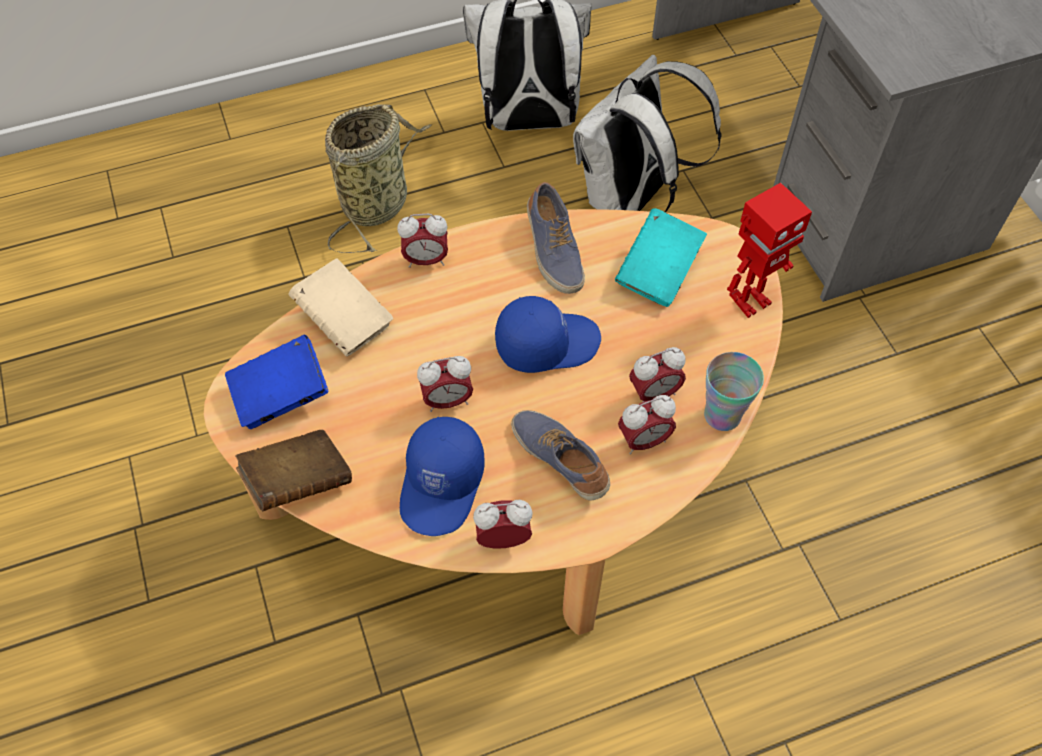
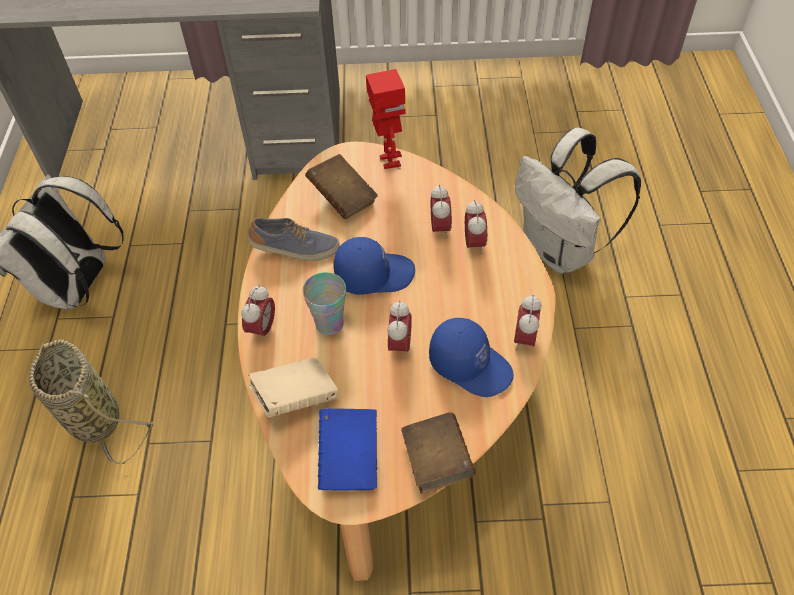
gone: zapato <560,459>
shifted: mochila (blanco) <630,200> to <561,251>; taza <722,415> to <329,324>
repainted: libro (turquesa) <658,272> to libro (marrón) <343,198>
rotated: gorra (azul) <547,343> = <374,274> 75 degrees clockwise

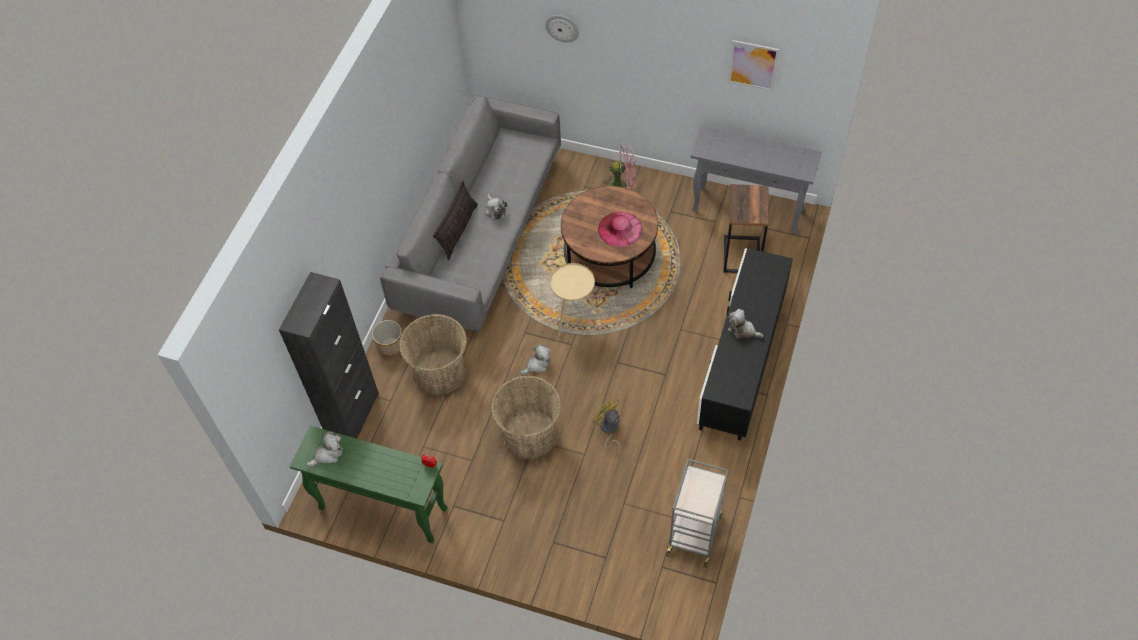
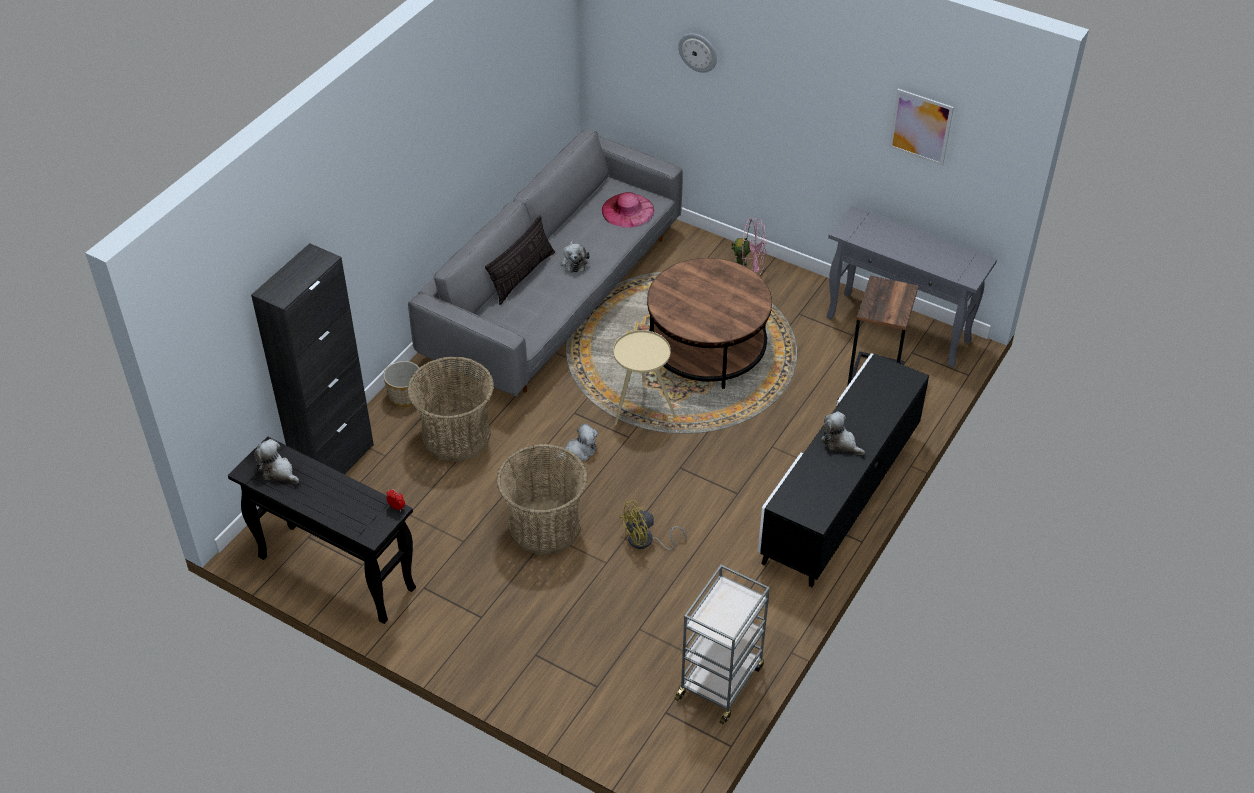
shifted: sombrero (rosa) <620,229> to <627,210>
repainted: mesa consola (verde) <382,509> to mesa consola (negro) <335,573>
rotated: ventilador (amarillo) <609,430> = <646,541> 90 degrees counterclockwise; peluche <328,454> = <278,471> 120 degrees counterclockwise

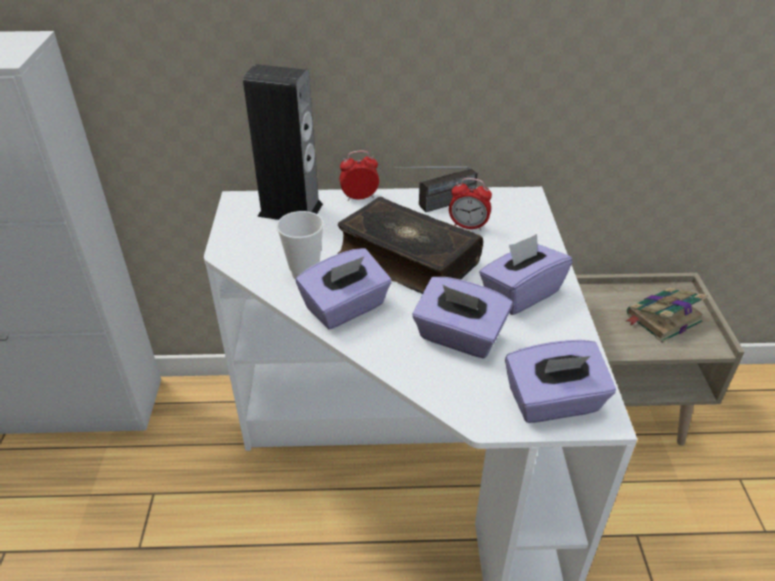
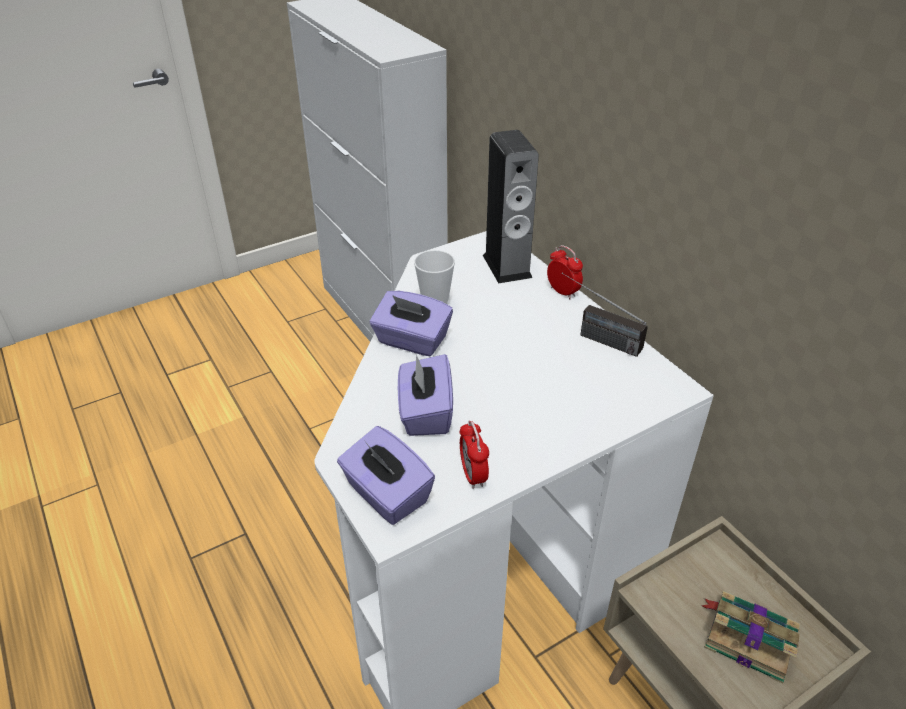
gone: libro <407,260>; caja de pañuelos (morado) <520,293>
shifted: despertador <468,226> to <473,475>

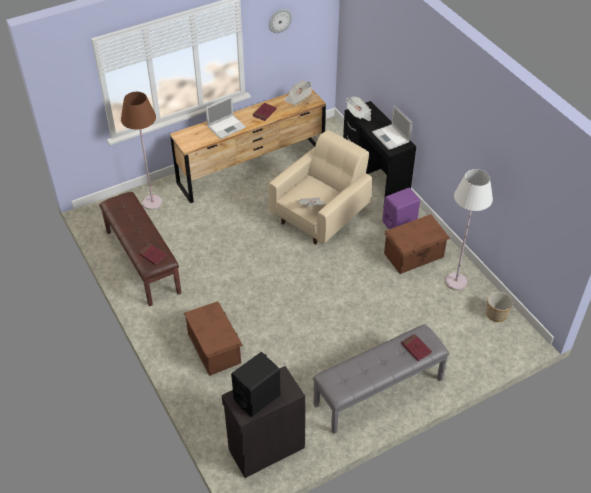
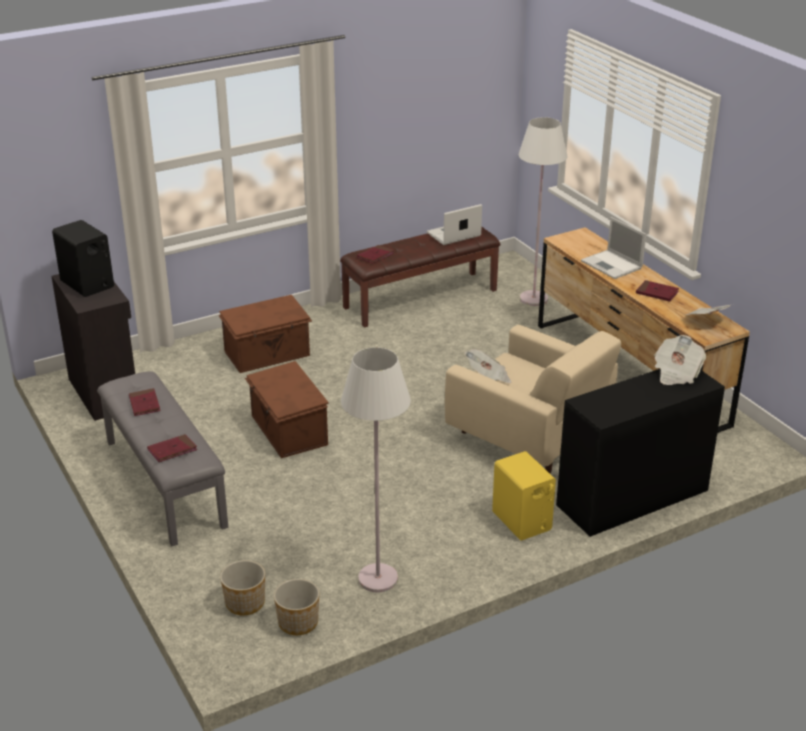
gone: reloj de pared <280,20>
new: libro (rojo) <144,404>; maceta <244,603>
shifted: portátil <391,137> to <453,235>; caja de almacenaje (marrón) <414,255> to <288,431>
repainted: lámpara de pie (marrón) <152,202> to lámpara de pie (blanco) <533,299>; altavoz (morado) <399,223> to altavoz (amarillo) <522,521>

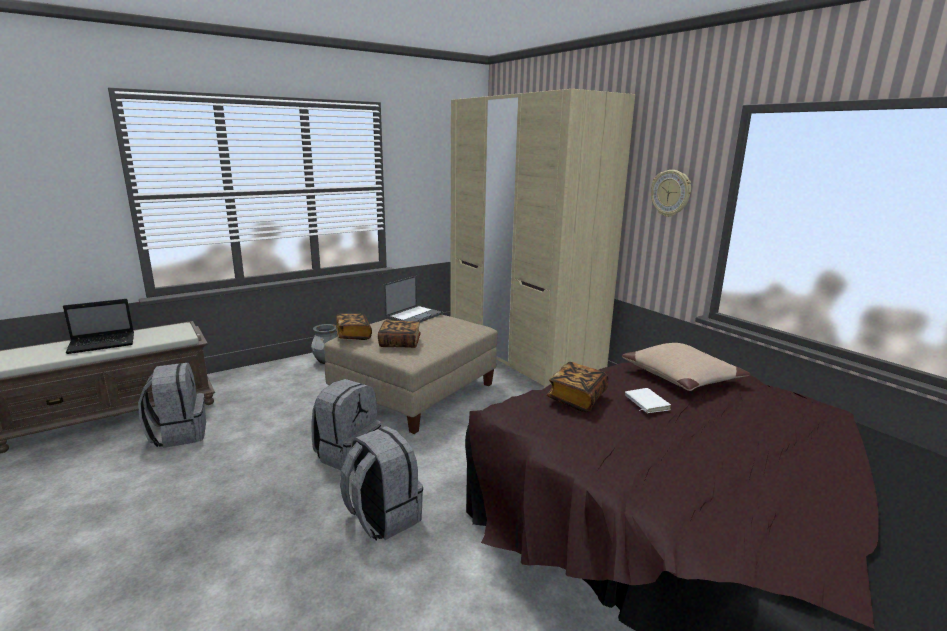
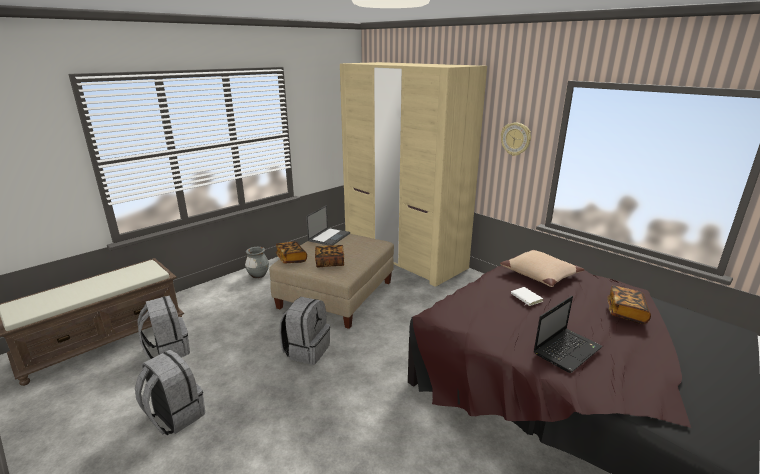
shifted: portátil <103,343> to <567,350>; libro <577,398> to <626,313>; mochila (gris) <382,517> to <174,416>

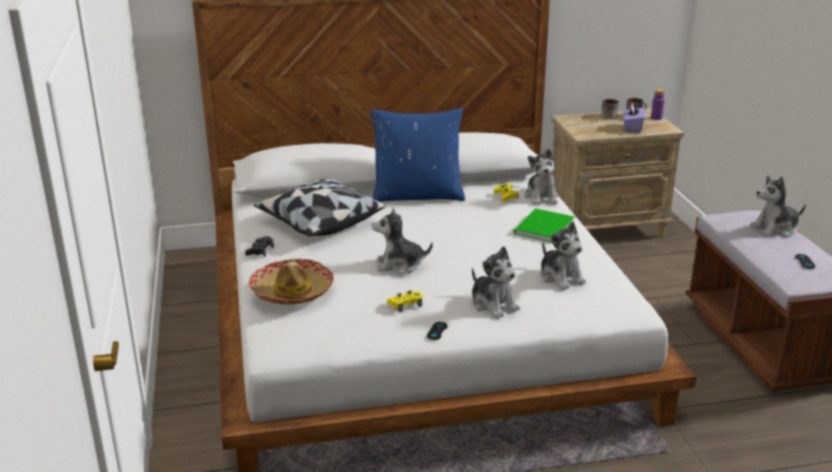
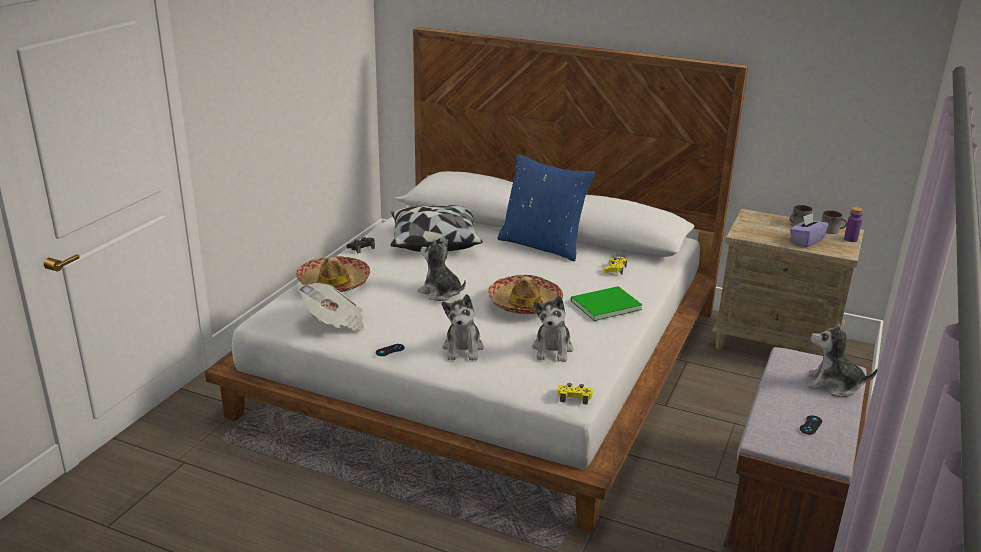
gone: peluche <541,197>
new: sombrero <525,303>; periódico <334,323>
shifted: mando de consola (amarillo) <405,304> to <574,397>

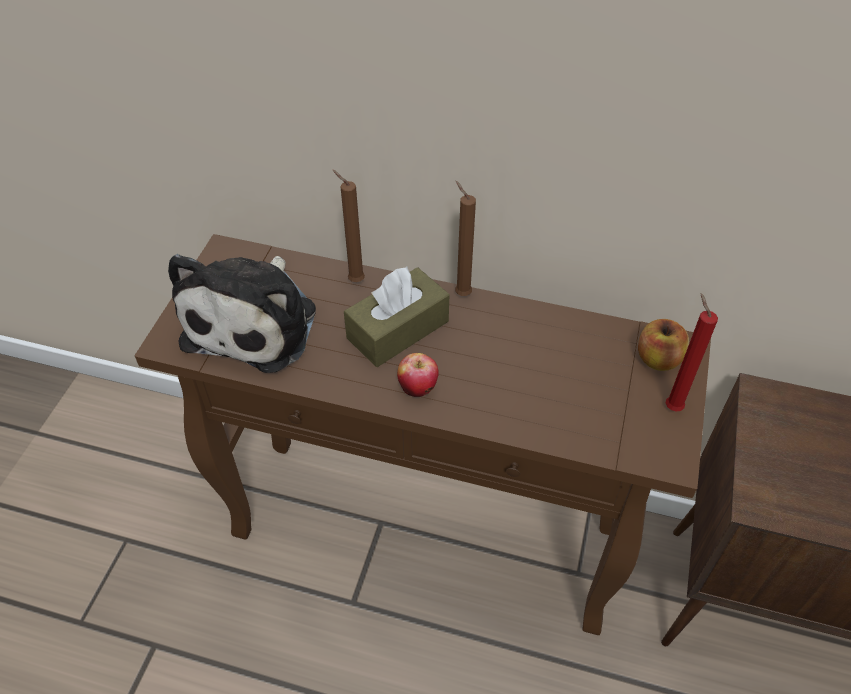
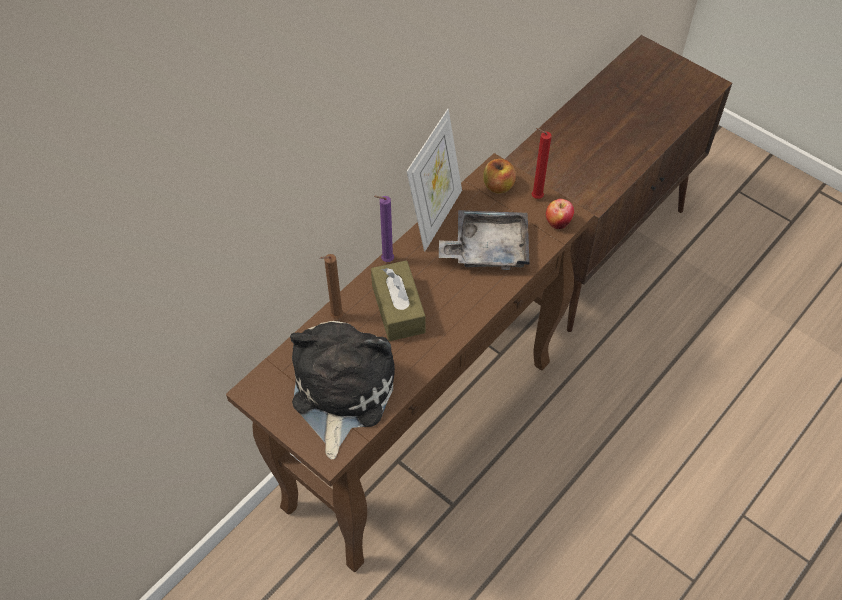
new: portarretratos <435,217>; bandeja (gris) <487,248>
shifted: manzana <418,388> to <558,222>
repainted: vela (marrón) <461,293> to vela (morado) <385,261>
rotated: peluche <255,321> = <340,392> 120 degrees counterclockwise

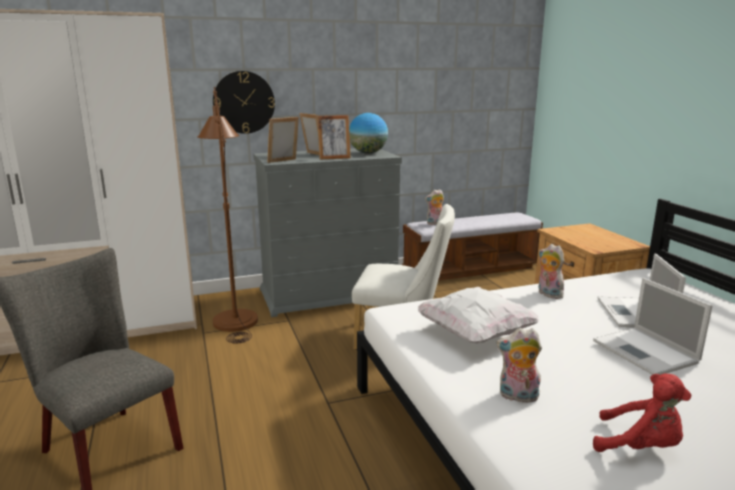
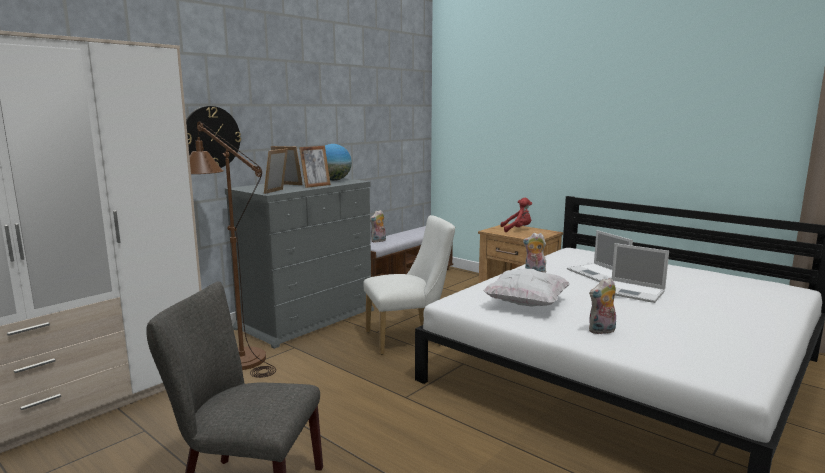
shifted: peluche (rojo) <640,446> to <517,230>

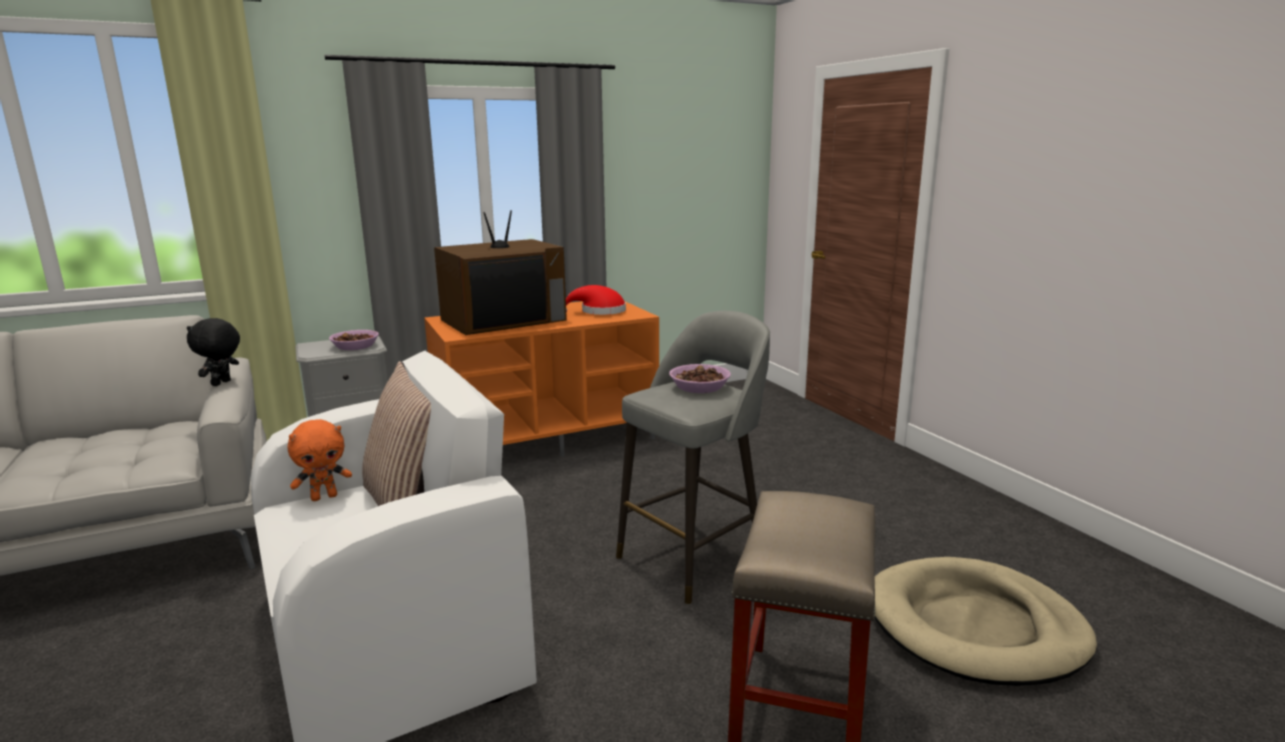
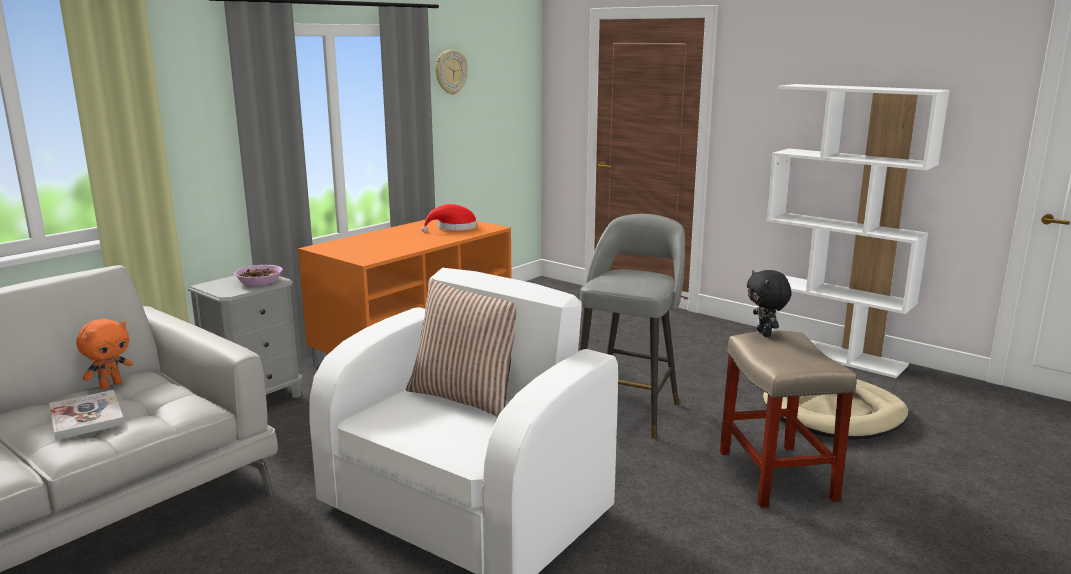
gone: televisor <505,320>; cuenco <699,387>
new: reloj de pared <450,72>; estantería (blanco) <830,353>; libro <86,417>
shifted: peluche (negro) <222,383> to <765,333>; peluche (naranja) <324,497> to <111,385>

